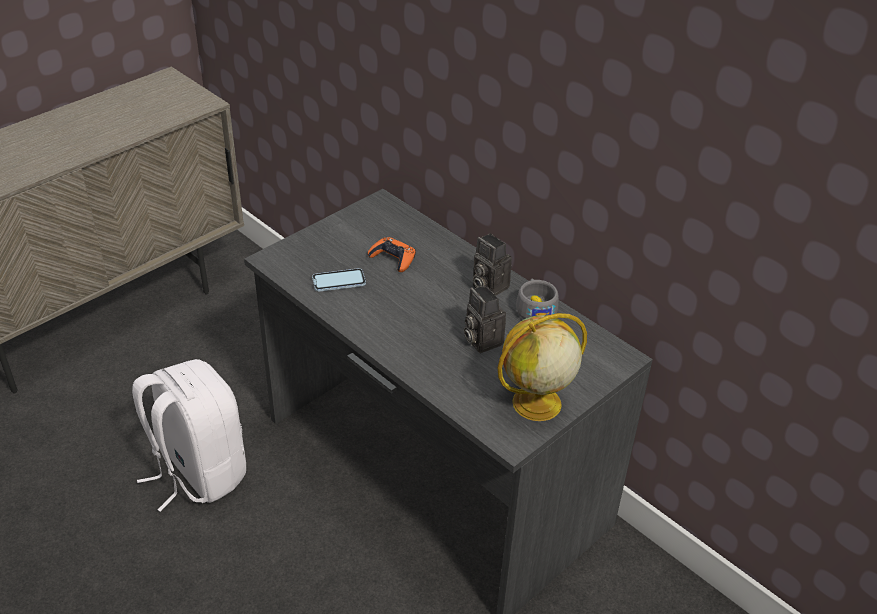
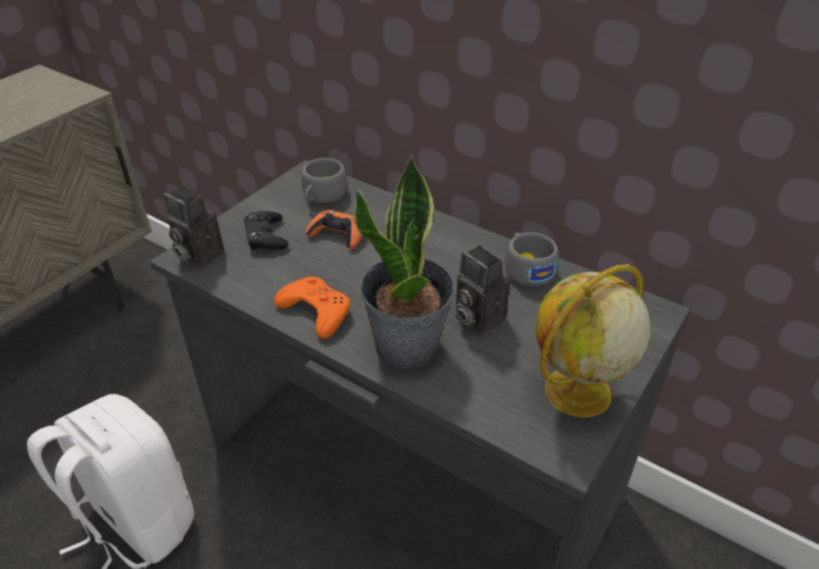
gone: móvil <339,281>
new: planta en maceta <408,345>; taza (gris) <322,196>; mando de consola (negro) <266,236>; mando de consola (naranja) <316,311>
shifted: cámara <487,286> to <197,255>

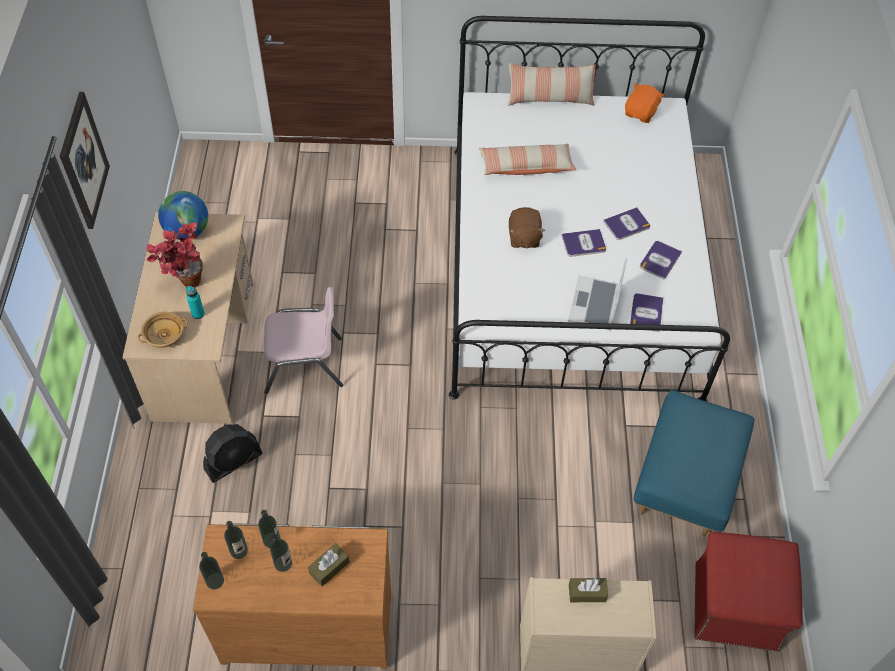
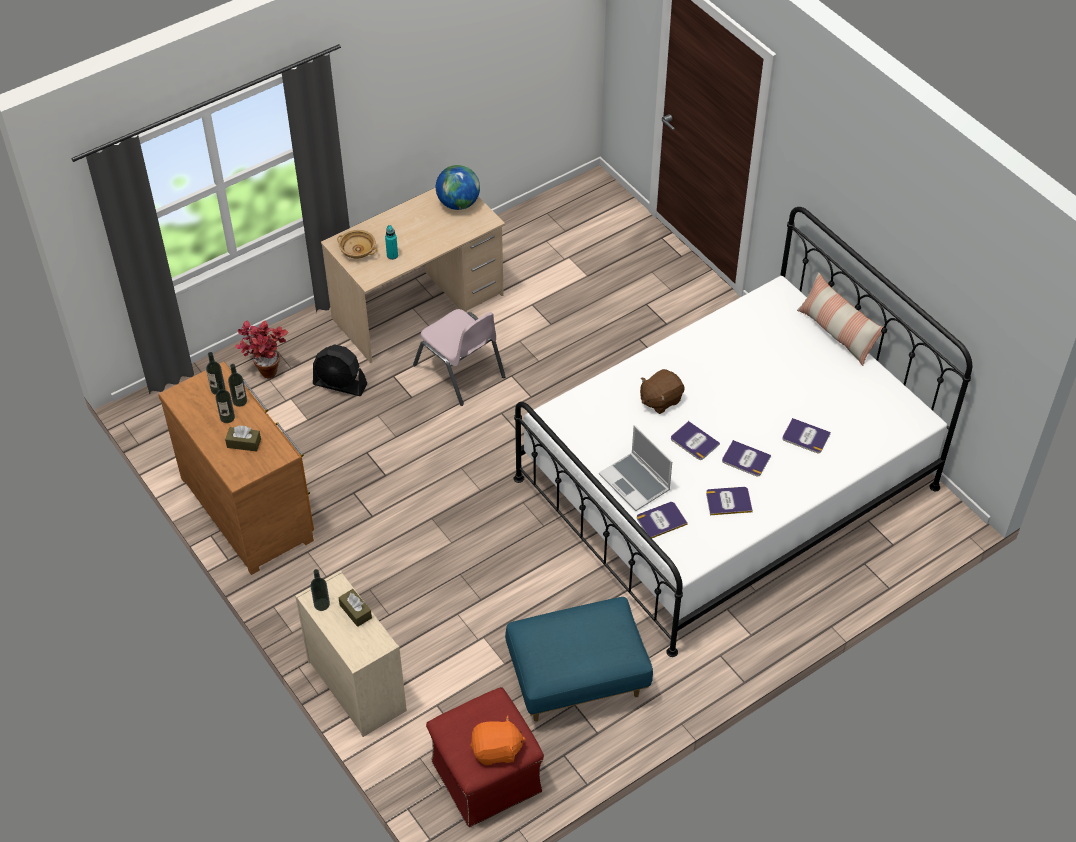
gone: cuadro <83,161>; cojín <526,166>
new: libro <805,436>
shifted: peluche (naranja) <641,113> to <496,750>; planta en maceta <184,282> to <265,369>; botella <215,581> to <321,604>
rotated: portátil <595,305> = <635,483> 105 degrees counterclockwise

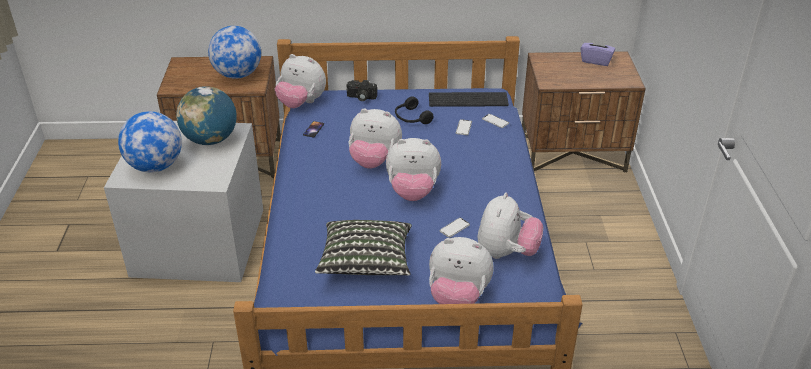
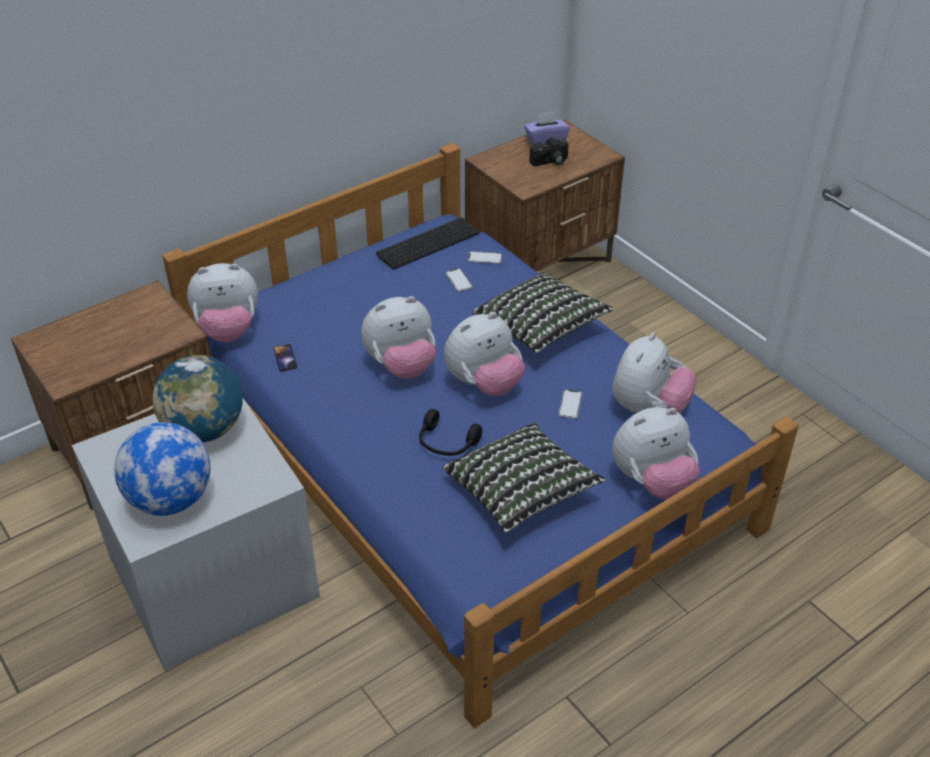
gone: globo terráqueo <237,75>
new: cojín <540,328>
shifted: cámara <361,97> to <550,162>; auriculares (negro) <411,118> to <446,443>
rotated: peluche <506,252> = <648,406> 45 degrees clockwise

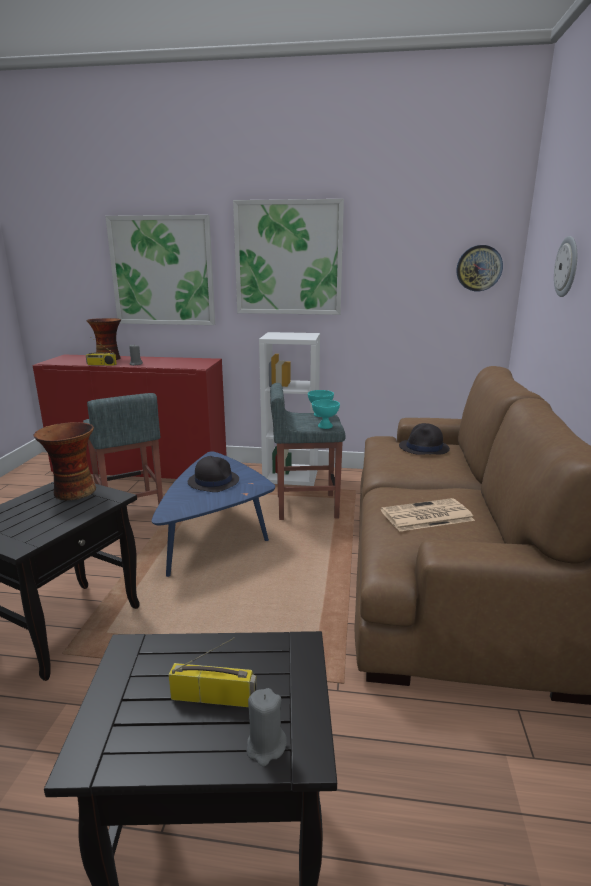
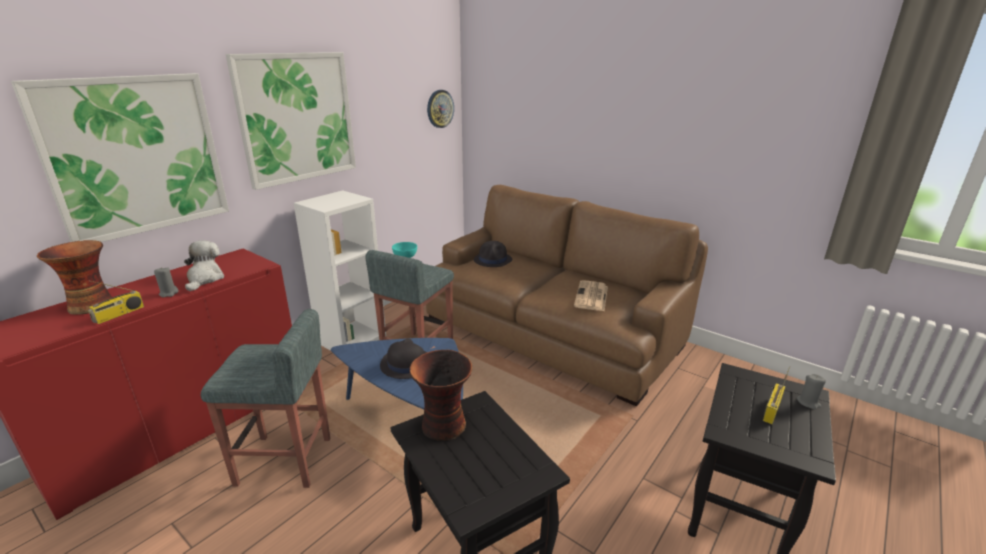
gone: reloj de pared <567,267>; cuenco (turquesa) <325,426>
new: peluche <205,279>

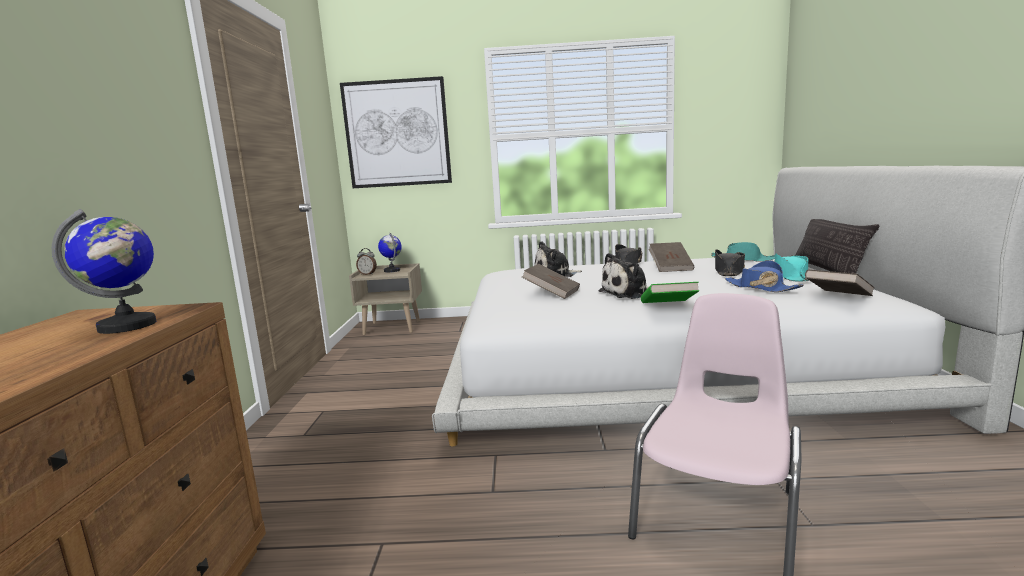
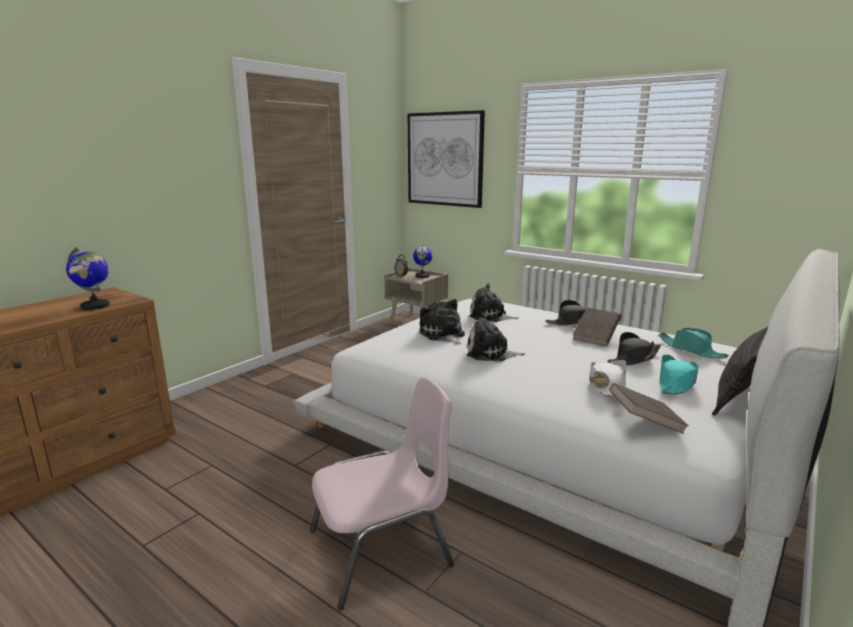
gone: libro (verde) <668,308>
swapped: libro (marrón) <552,293> to peluche <442,334>
repainted: sombrero (azul) <761,288> to sombrero (blanco) <606,386>

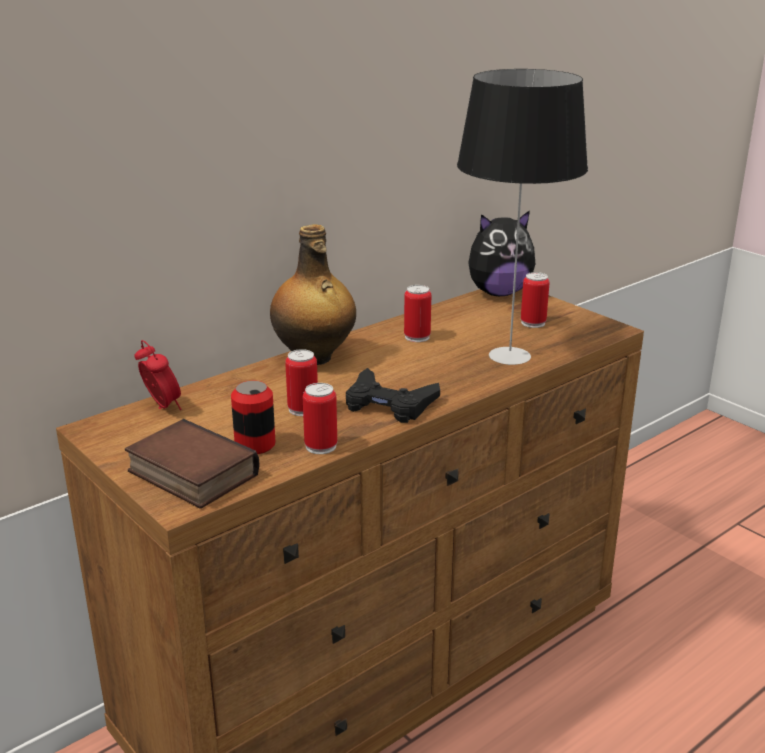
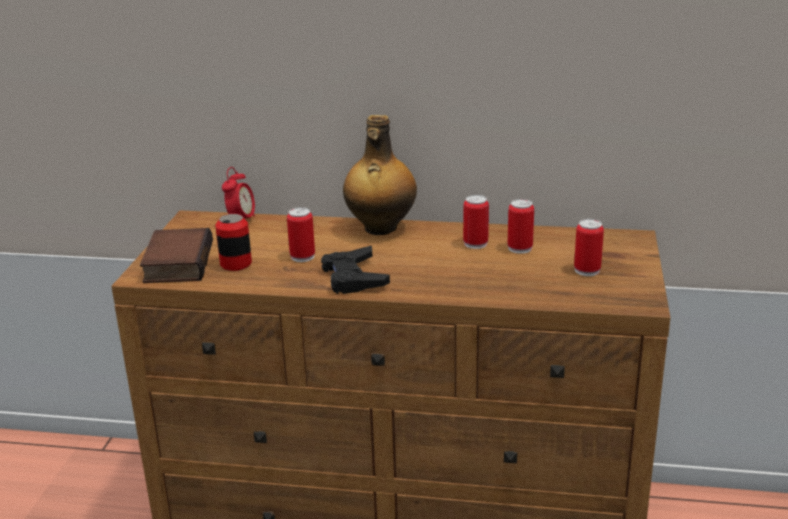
gone: lámpara de mesa <511,356>; peluche <498,293>
shifted: lata <321,446> to <520,248>

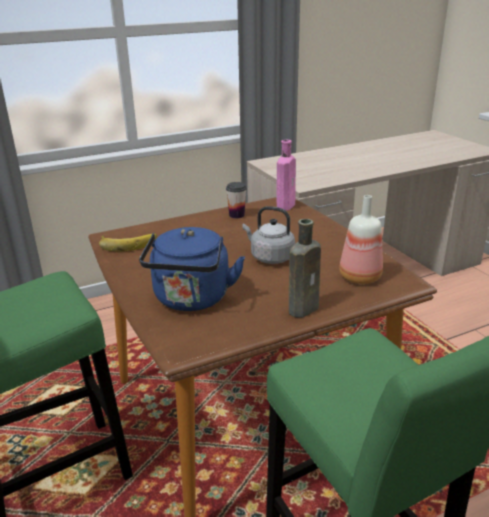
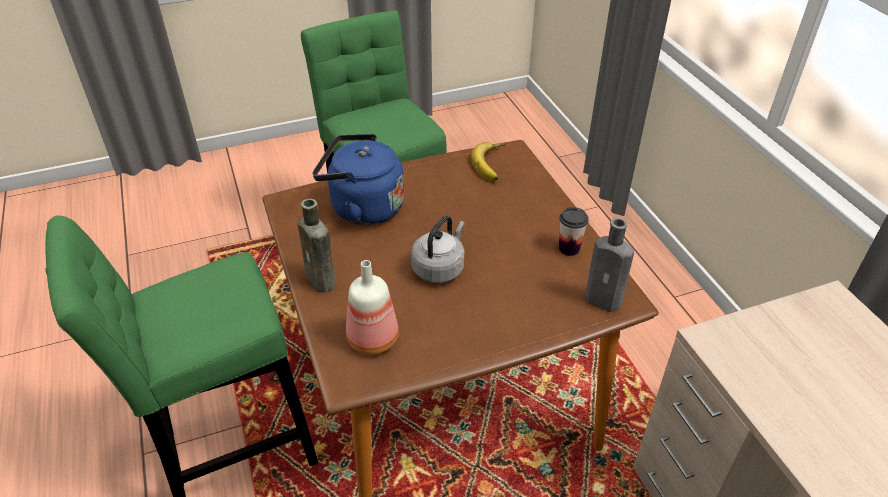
repainted: botella (rosa) <286,205> to botella (gris) <605,301>

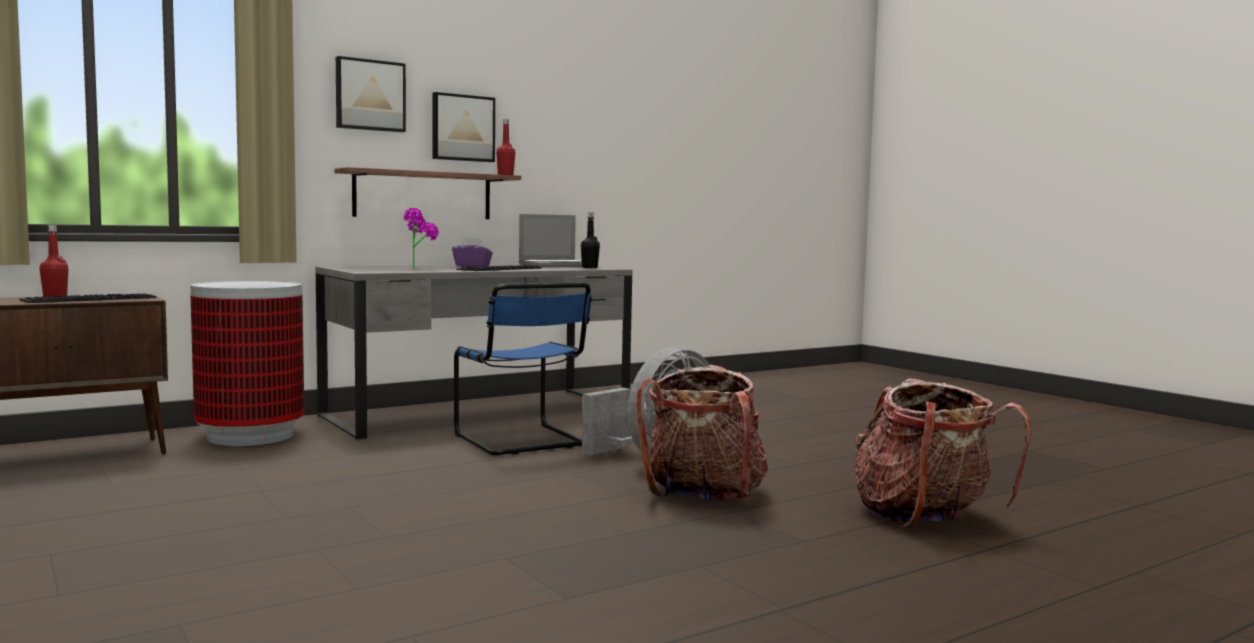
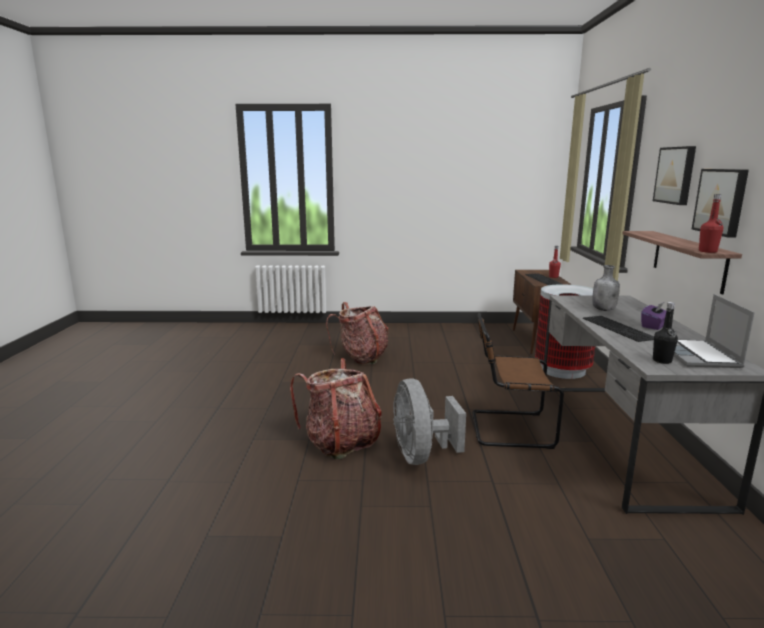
shifted: mochila <925,517> to <361,357>
swapped: planta en maceta <419,269> to botella (gris) <604,310>
repainted: silla (azul) <522,441> to silla (marrón) <508,429>

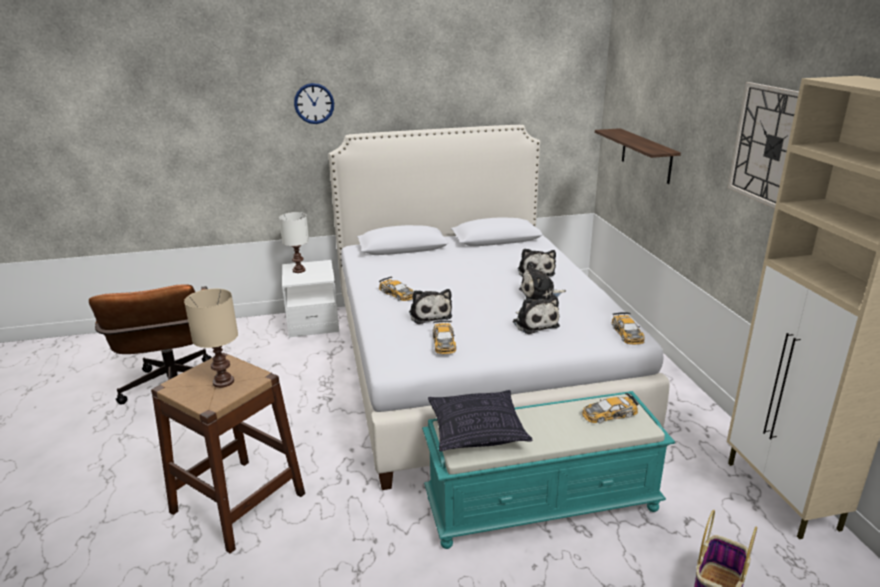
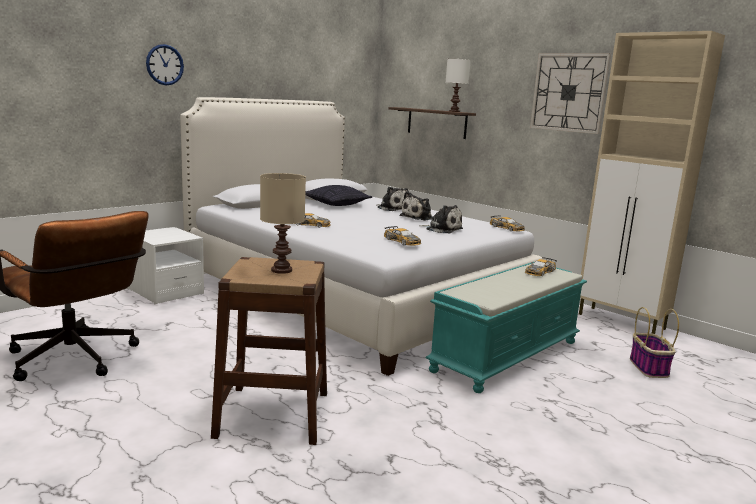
gone: peluche <429,314>
shifted: lámpara de mesa (blanco) <299,270> to <454,111>; cojín <477,432> to <336,204>

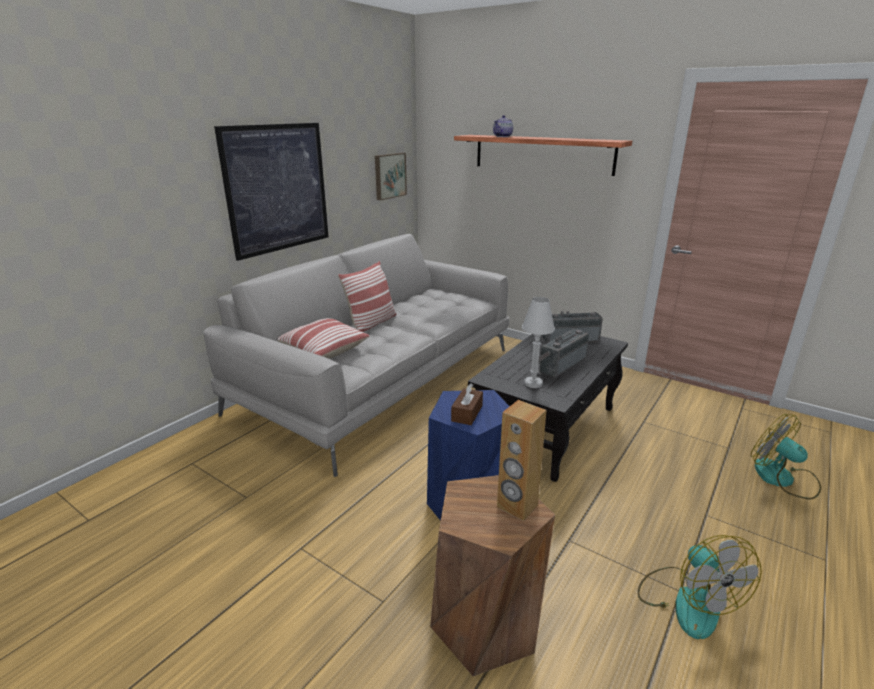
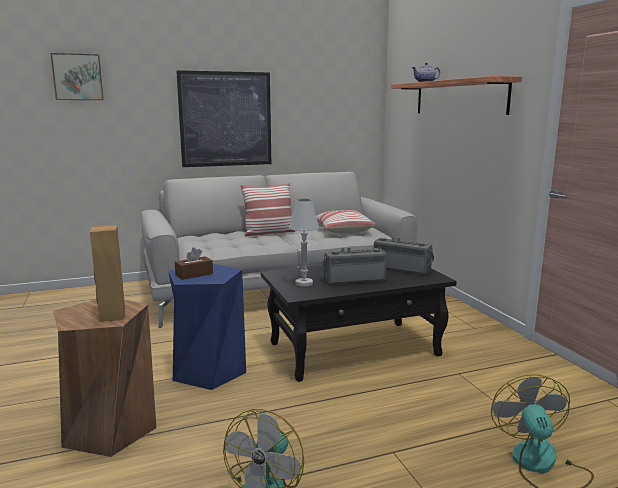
shifted: cuadro <389,175> to <77,77>; cojín <322,350> to <342,230>

